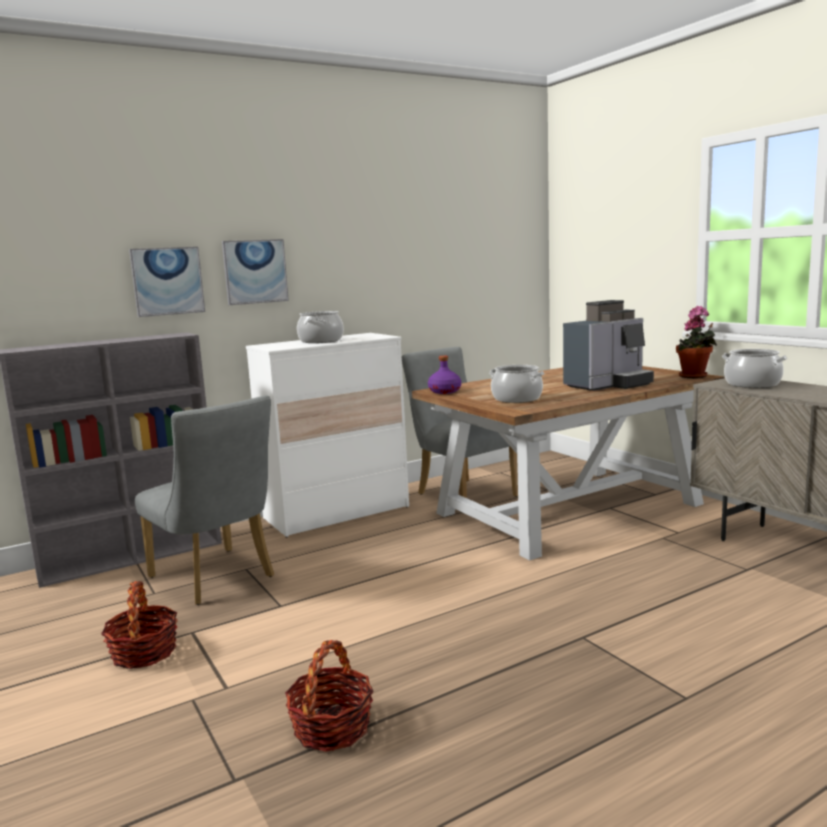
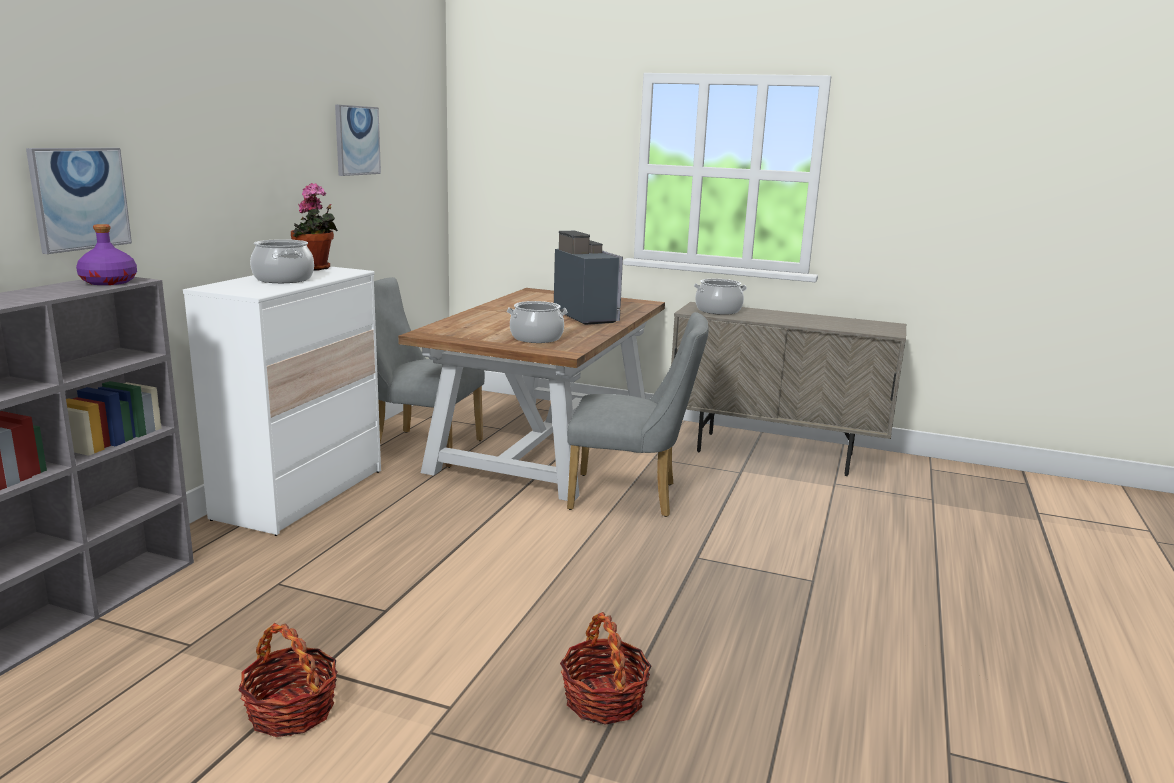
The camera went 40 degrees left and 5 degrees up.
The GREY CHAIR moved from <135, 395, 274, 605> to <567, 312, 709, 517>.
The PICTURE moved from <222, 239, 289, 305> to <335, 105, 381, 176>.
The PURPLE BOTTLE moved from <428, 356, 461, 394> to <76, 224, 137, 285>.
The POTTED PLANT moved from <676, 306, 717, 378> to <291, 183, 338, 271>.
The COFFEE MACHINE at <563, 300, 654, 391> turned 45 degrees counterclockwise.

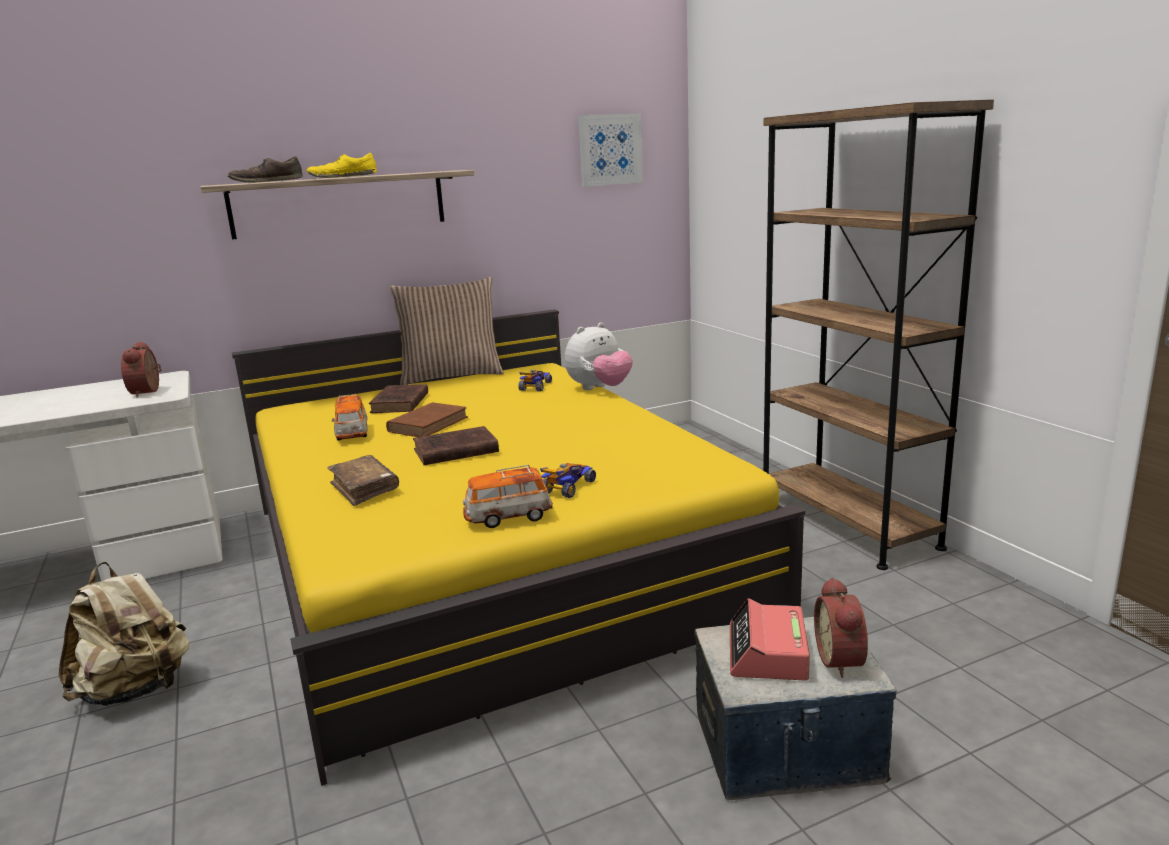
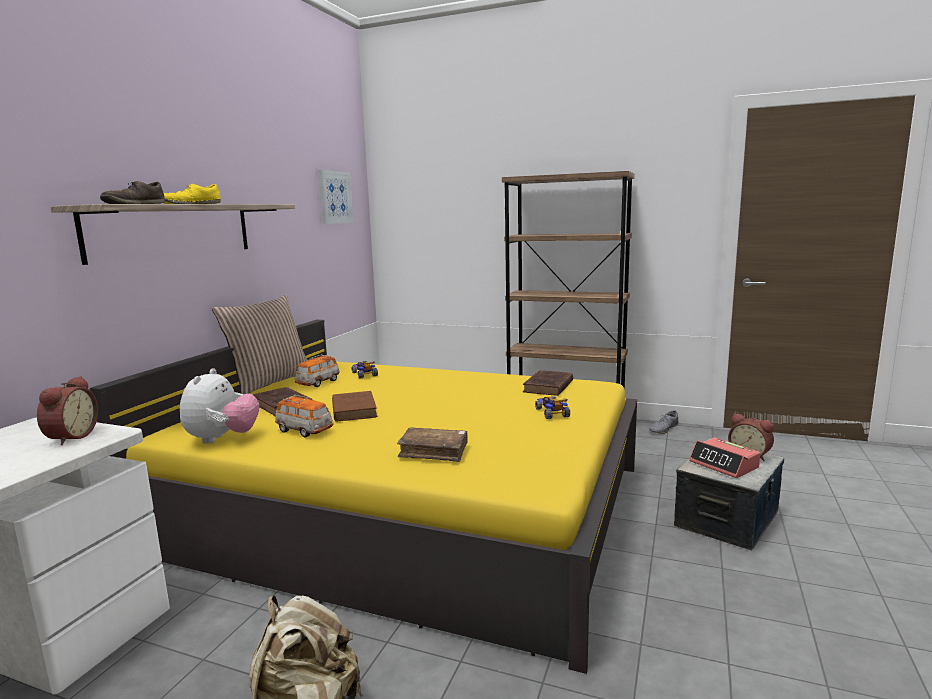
The camera went 45 degrees left and 5 degrees down.
The GREY SHOE at <649, 410, 678, 434> appeared.
The BROWN BOOK moved from <413, 426, 499, 465> to <523, 370, 573, 396>.
The TOY CAR moved from <463, 465, 553, 528> to <294, 354, 340, 387>.
The PLUSH TOY moved from <565, 322, 633, 390> to <180, 368, 259, 444>.
The ALARM CLOCK at <121, 341, 162, 398> turned 120 degrees counterclockwise.

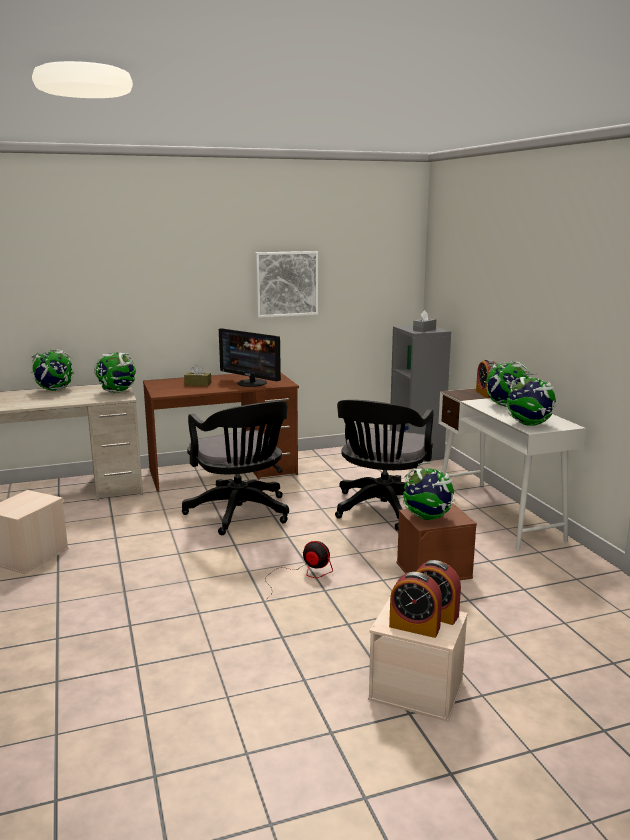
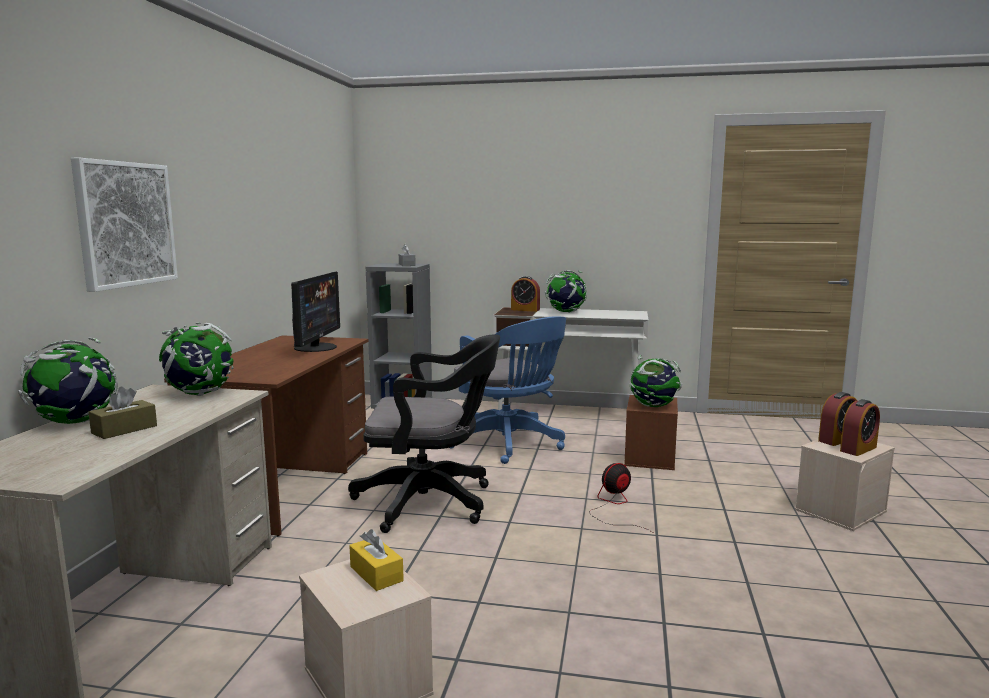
The camera went 60 degrees left and 5 degrees down.
The GLOBE at <506, 373, 556, 426> disappeared.
The YELLOW TISSUE BOX at <349, 529, 404, 591> appeared.
The BROWN TISSUE BOX moved from <184, 364, 211, 386> to <88, 387, 157, 439>.
The PICTURE moved from <256, 251, 318, 318> to <71, 158, 178, 292>.
The BLACK OFFICE CHAIR at <335, 400, 433, 531> became the BLUE OFFICE CHAIR at <450, 316, 566, 464>.
The MONITOR at <219, 328, 281, 387> turned 60 degrees counterclockwise.

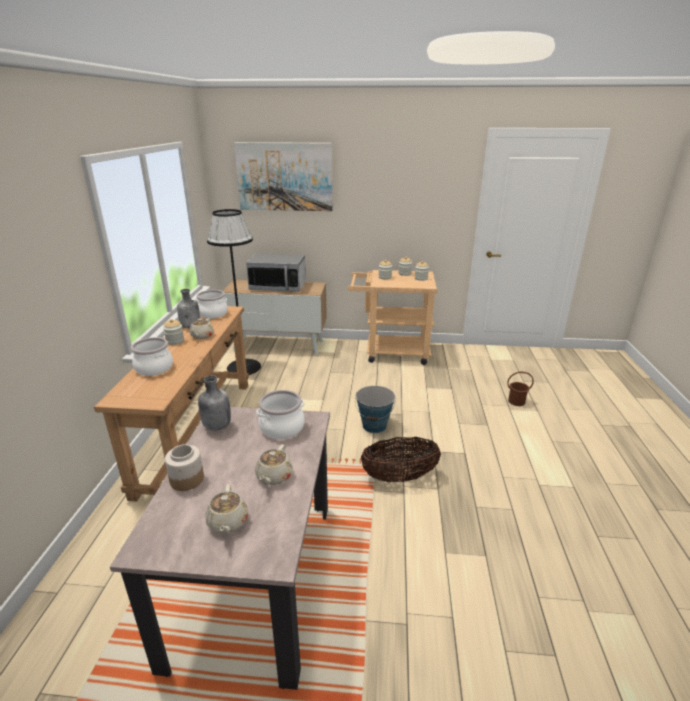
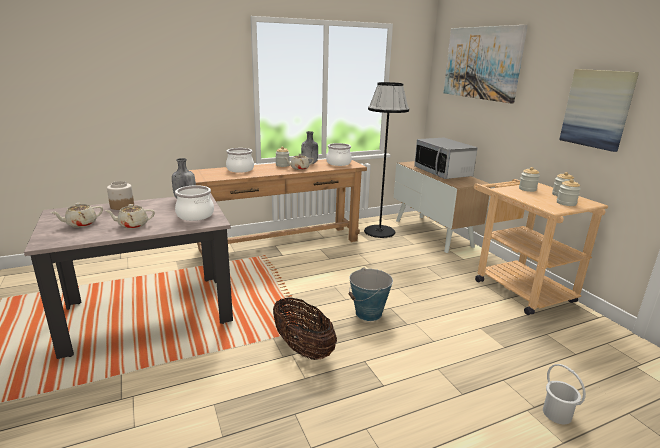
The camera went 60 degrees right and 5 degrees down.
The PICTURE at <559, 69, 639, 152> appeared.
The BROWN BUCKET at <507, 372, 534, 406> became the WHITE BUCKET at <543, 364, 586, 424>.

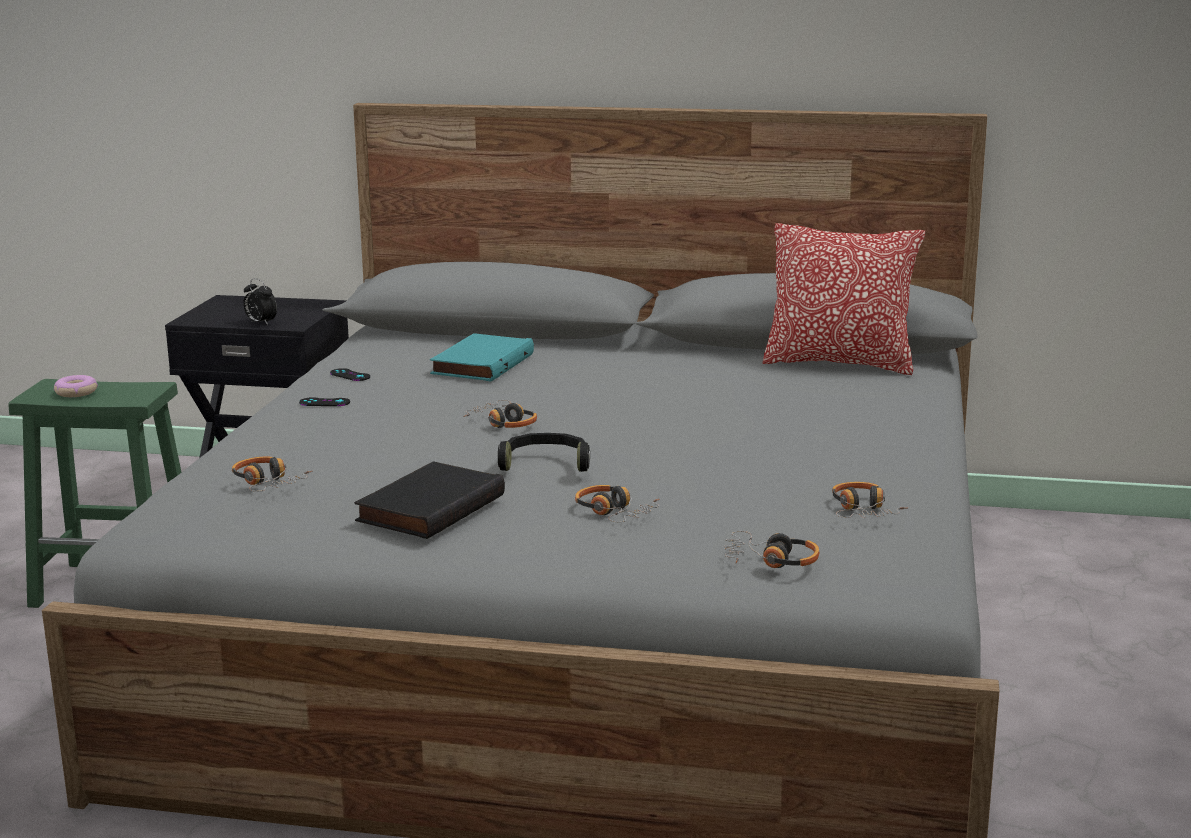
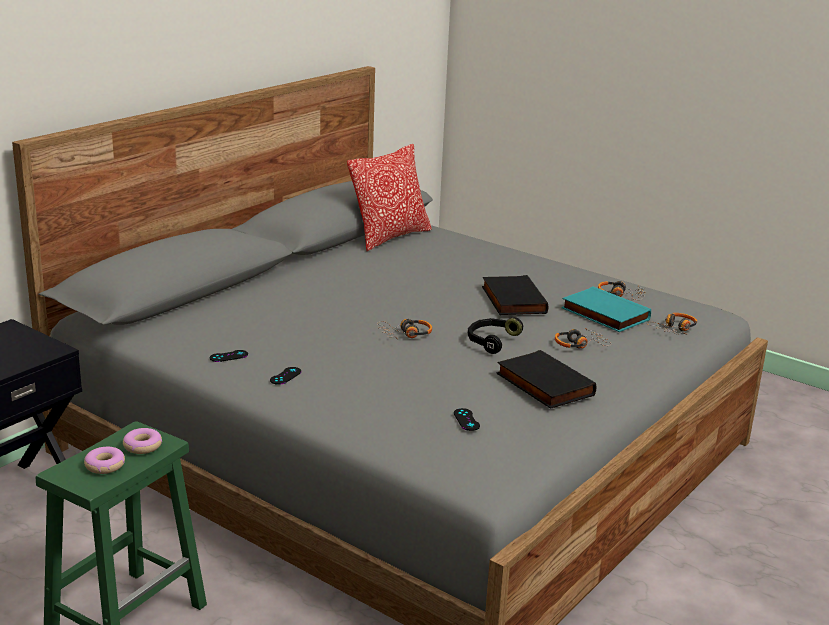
The camera went 65 degrees left and 5 degrees up.
The ALARM CLOCK at <243, 278, 277, 325> disappeared.
The DONUT at <123, 428, 162, 454> appeared.
The BLACK BOOK at <482, 275, 549, 315> appeared.
The TURQUOISE BOOK moved from <430, 333, 534, 381> to <561, 287, 651, 332>.
The HEADPHONES at <232, 457, 313, 492> was replaced by the BLACK GAME CONTROLLER at <454, 408, 480, 431>.

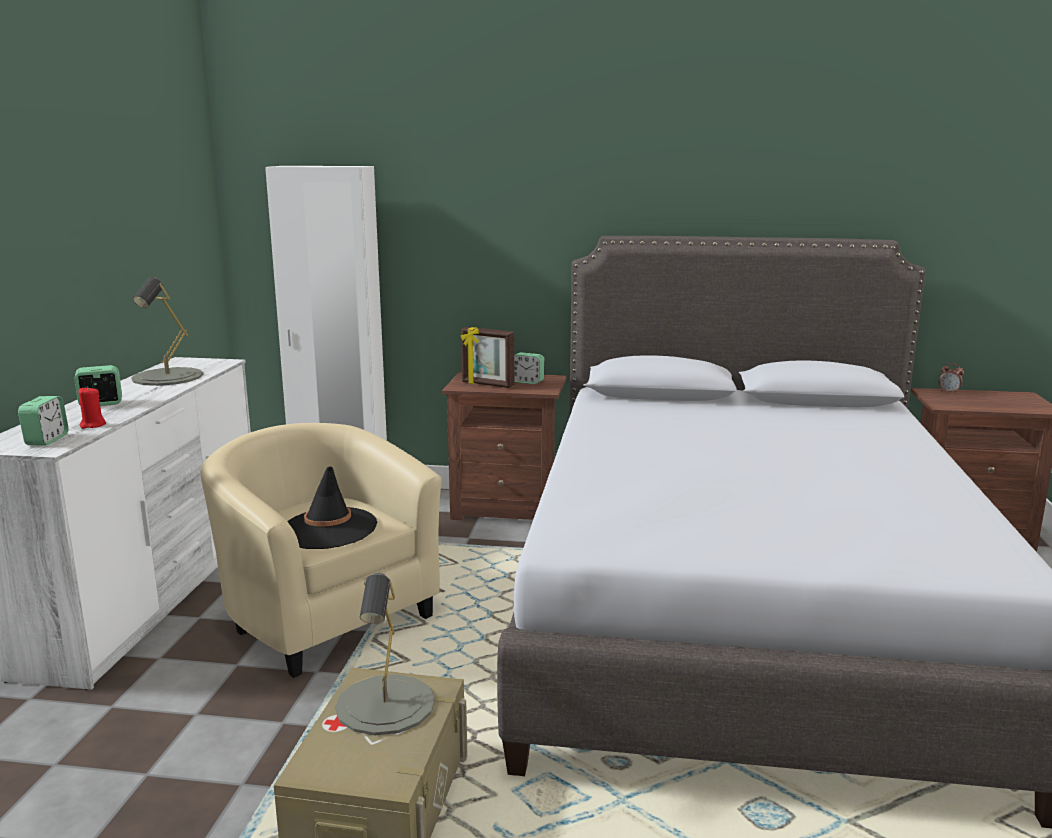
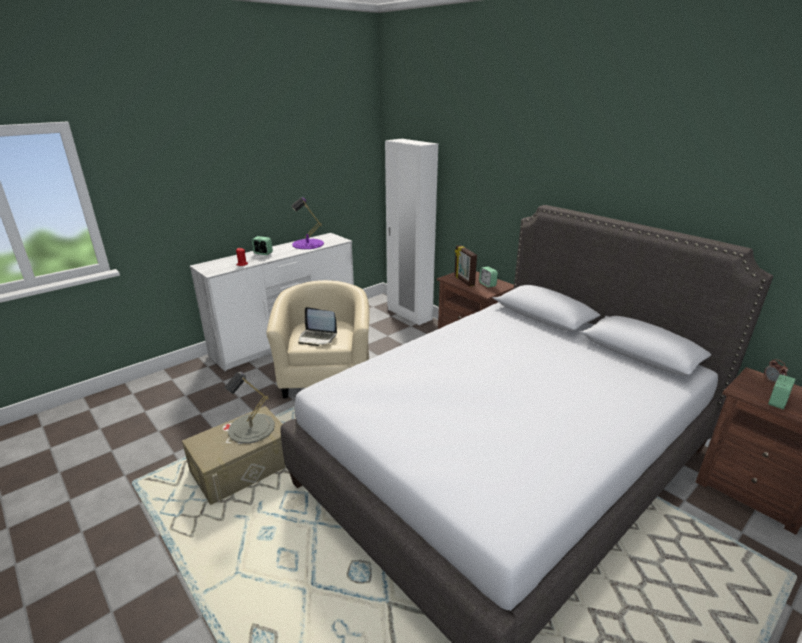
The camera went 40 degrees right and 10 degrees up.
The ALARM CLOCK moved from <18, 396, 68, 446> to <768, 374, 795, 410>.
The BLACK HAT at <287, 466, 377, 549> was replaced by the LAPTOP at <298, 307, 337, 346>.
The GREY TABLE LAMP at <131, 277, 203, 386> became the PURPLE TABLE LAMP at <291, 197, 324, 249>.

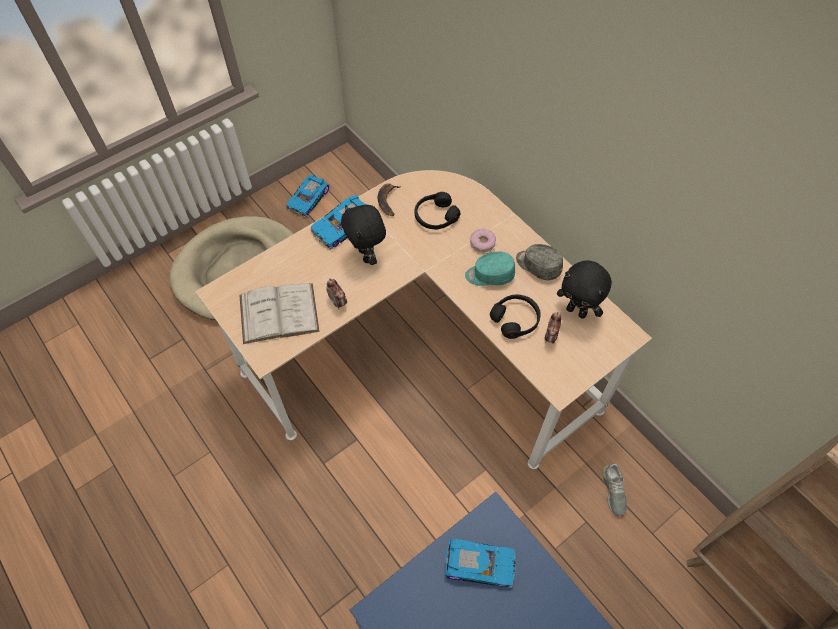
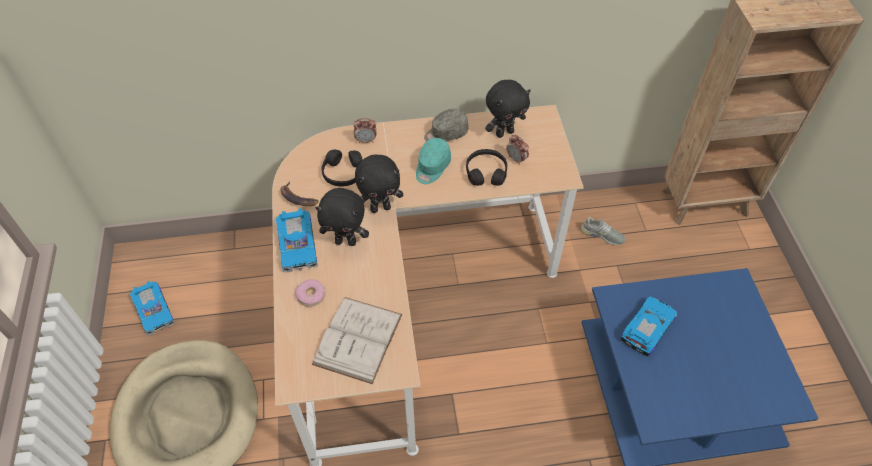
The camera went 60 degrees left and 5 degrees down.
The BLACK PLUSH TOY at <355, 155, 403, 213> appeared.
The ALARM CLOCK moved from <326, 279, 347, 309> to <353, 118, 377, 143>.
The DONUT moved from <470, 229, 496, 253> to <295, 279, 326, 307>.

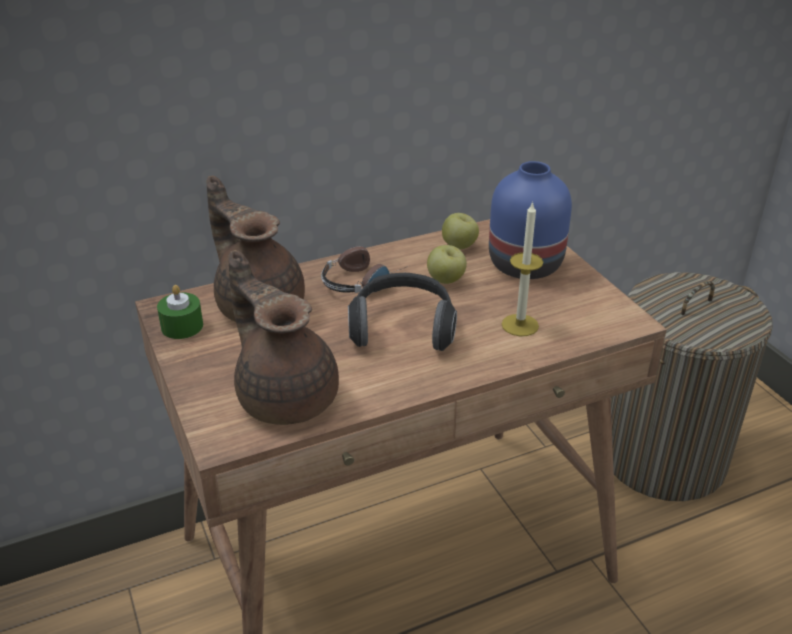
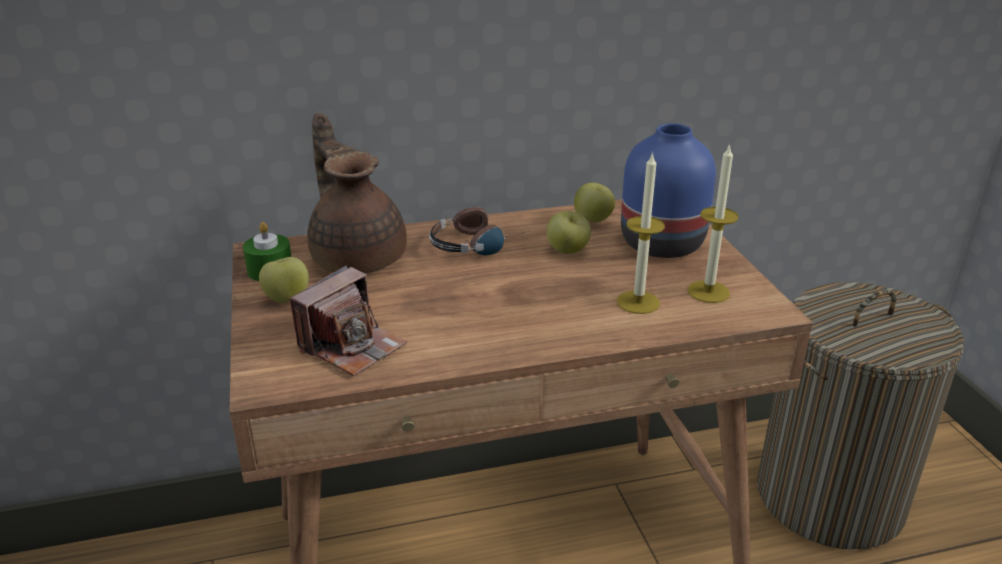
The camera went 10 degrees right and 5 degrees down.
The HEADPHONES at <348, 273, 457, 351> disappeared.
The APPLE at <259, 257, 309, 303> appeared.
The CANDLE at <688, 144, 739, 303> appeared.
The BROWN TEAPOT at <228, 250, 339, 425> was replaced by the PHOTO CAMERA at <290, 266, 407, 376>.

